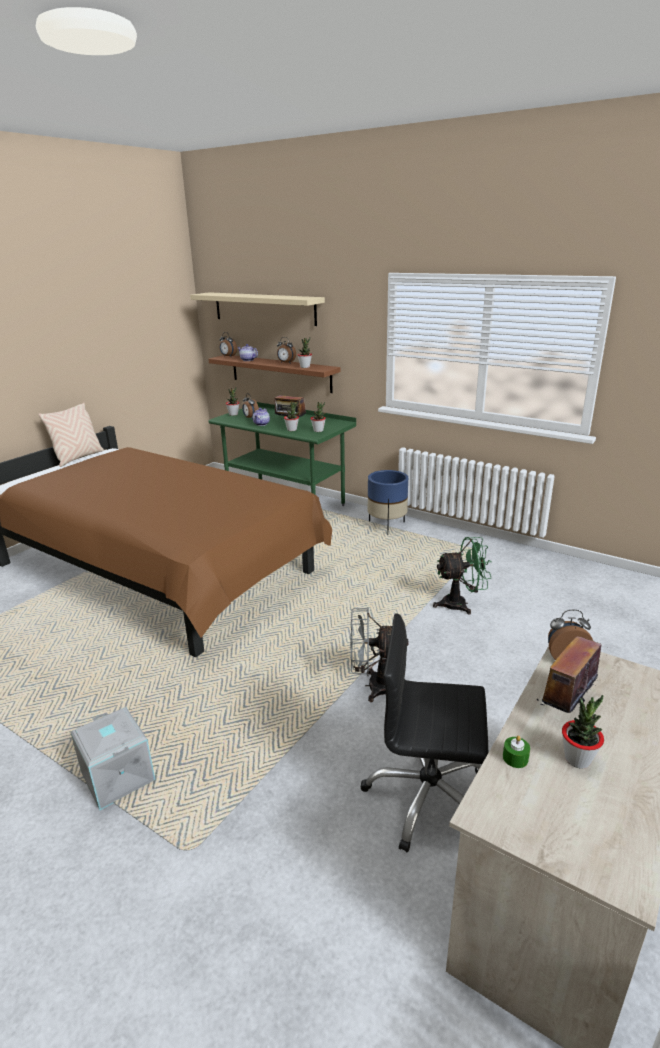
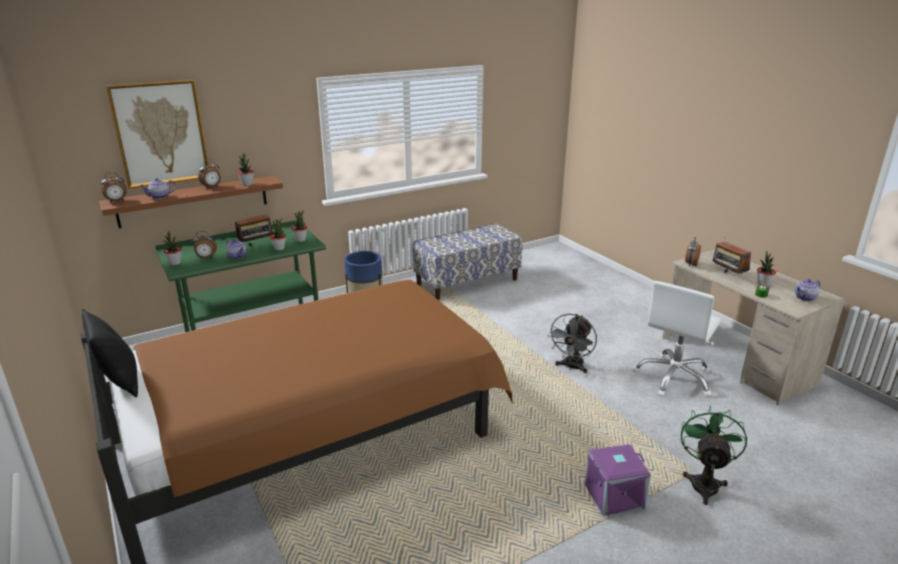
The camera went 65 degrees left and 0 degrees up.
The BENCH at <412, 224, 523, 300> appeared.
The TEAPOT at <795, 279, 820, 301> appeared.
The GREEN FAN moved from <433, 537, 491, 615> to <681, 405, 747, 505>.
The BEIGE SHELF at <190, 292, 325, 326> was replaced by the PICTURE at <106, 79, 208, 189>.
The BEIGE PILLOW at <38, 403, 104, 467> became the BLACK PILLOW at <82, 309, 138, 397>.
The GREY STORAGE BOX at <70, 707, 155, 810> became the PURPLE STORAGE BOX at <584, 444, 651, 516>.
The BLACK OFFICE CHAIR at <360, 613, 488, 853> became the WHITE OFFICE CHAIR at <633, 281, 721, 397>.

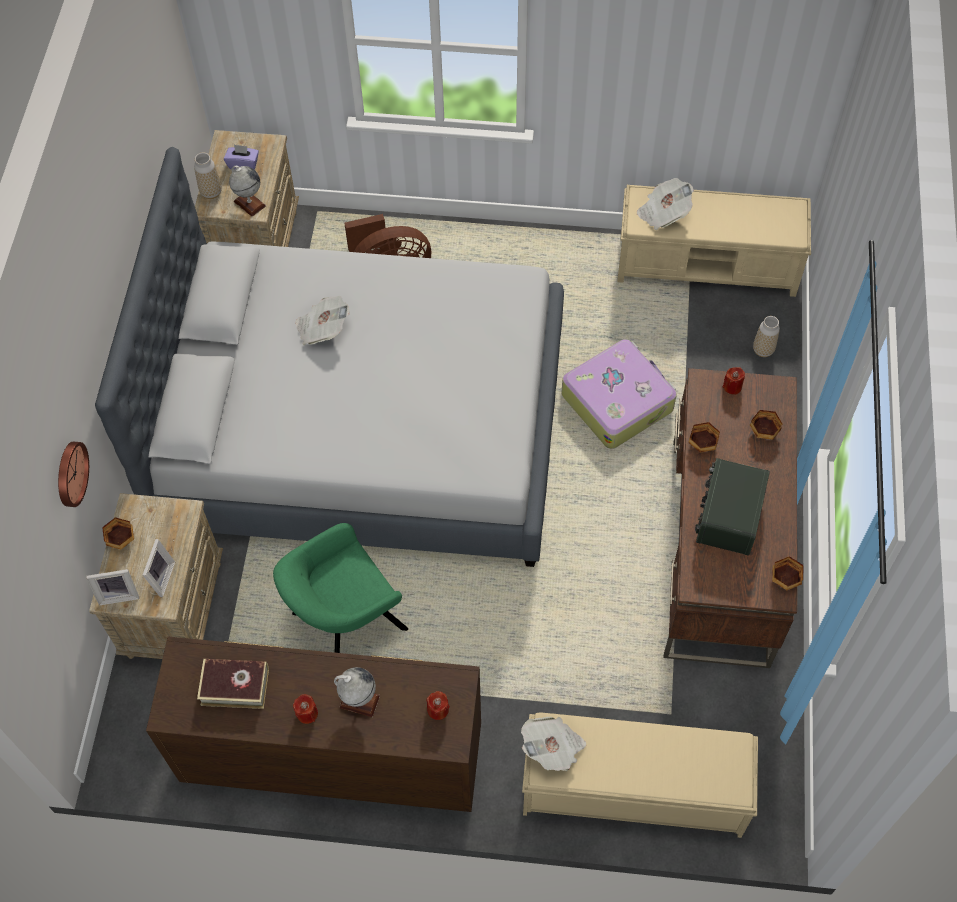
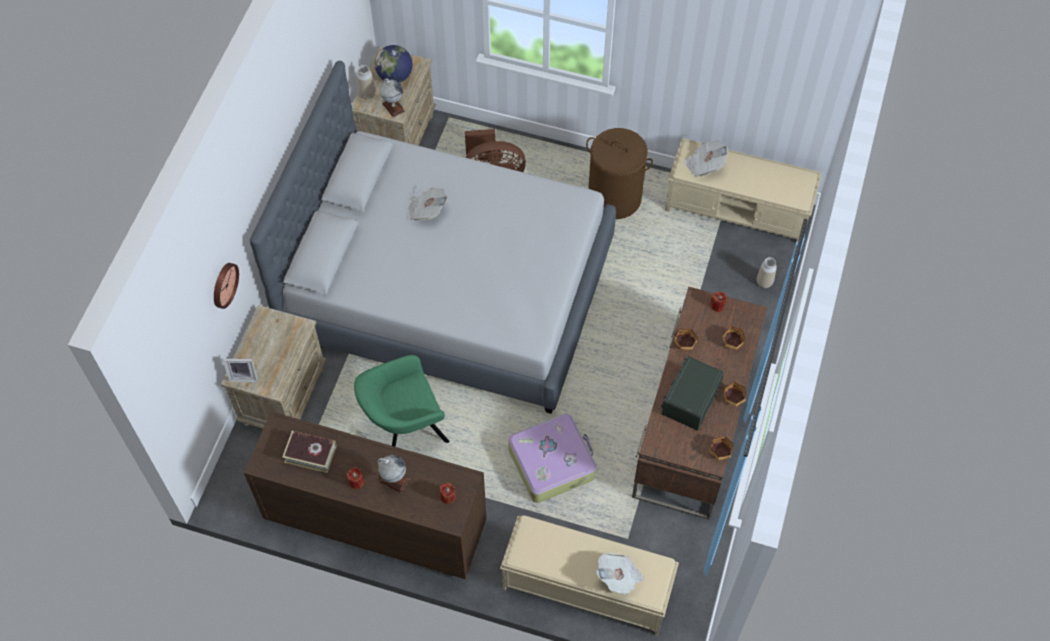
The camera went 10 degrees right and 0 degrees up.
The PICTURE FRAME at <143, 539, 175, 597> disappeared.
The BROWN LAUNDRY BASKET at <586, 128, 653, 219> appeared.
The BOWL moved from <102, 517, 134, 549> to <723, 382, 746, 407>.
The NEWSPAPER moved from <521, 717, 586, 771> to <596, 553, 644, 595>.
The SUITCASE moved from <562, 339, 677, 449> to <508, 414, 597, 503>.
The PURPLE TISSUE BOX at <224, 144, 259, 170> was replaced by the GLOBE at <375, 45, 413, 83>.

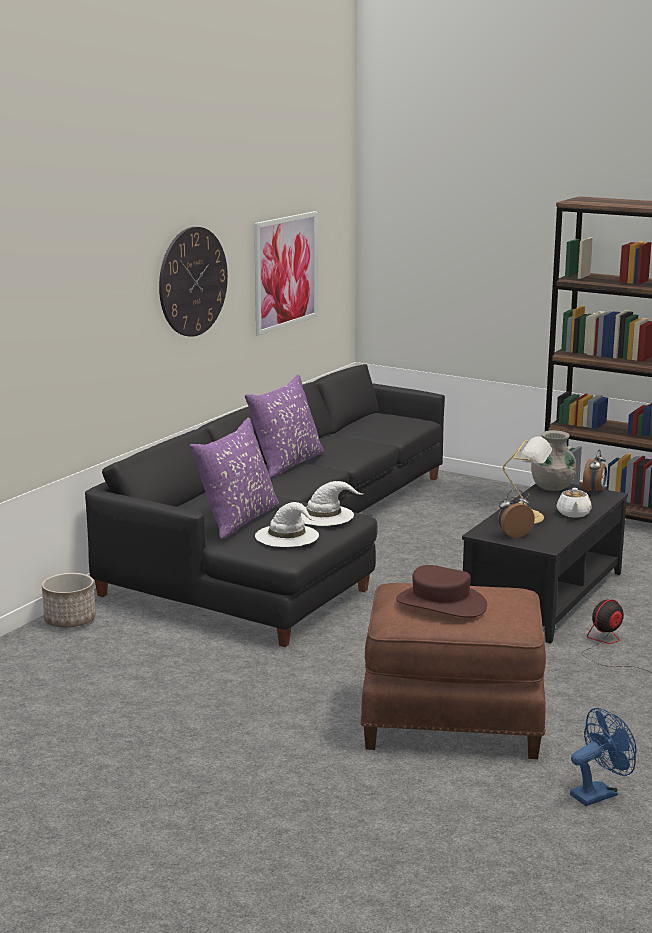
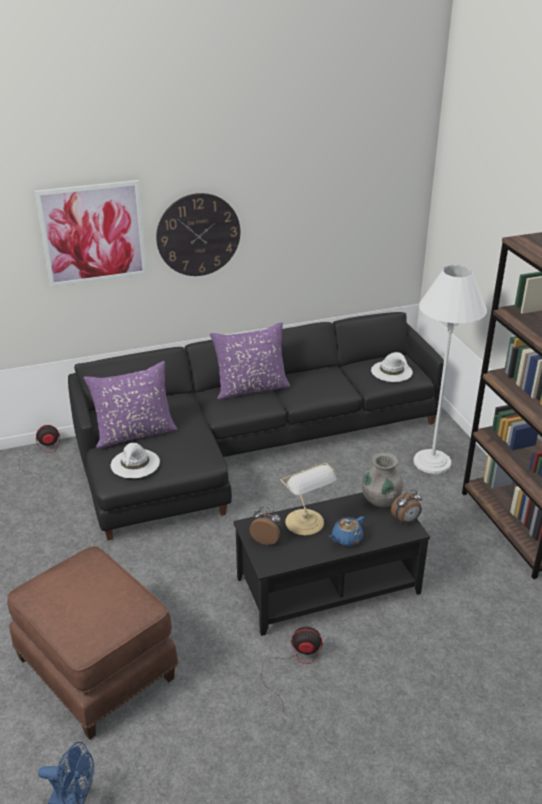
The camera went 40 degrees right and 15 degrees up.
The BROWN HAT at <396, 565, 487, 618> disappeared.
The WHITE FLOOR LAMP at <413, 265, 487, 474> appeared.
The PICTURE moved from <254, 211, 317, 336> to <35, 180, 147, 288>.
The WHITE HAT moved from <301, 481, 363, 526> to <371, 352, 413, 382>.
The PLANTER at <42, 573, 96, 628> was replaced by the FAN at <19, 425, 60, 481>.
The WHITE TEAPOT at <557, 488, 592, 518> became the BLUE TEAPOT at <329, 516, 365, 546>.

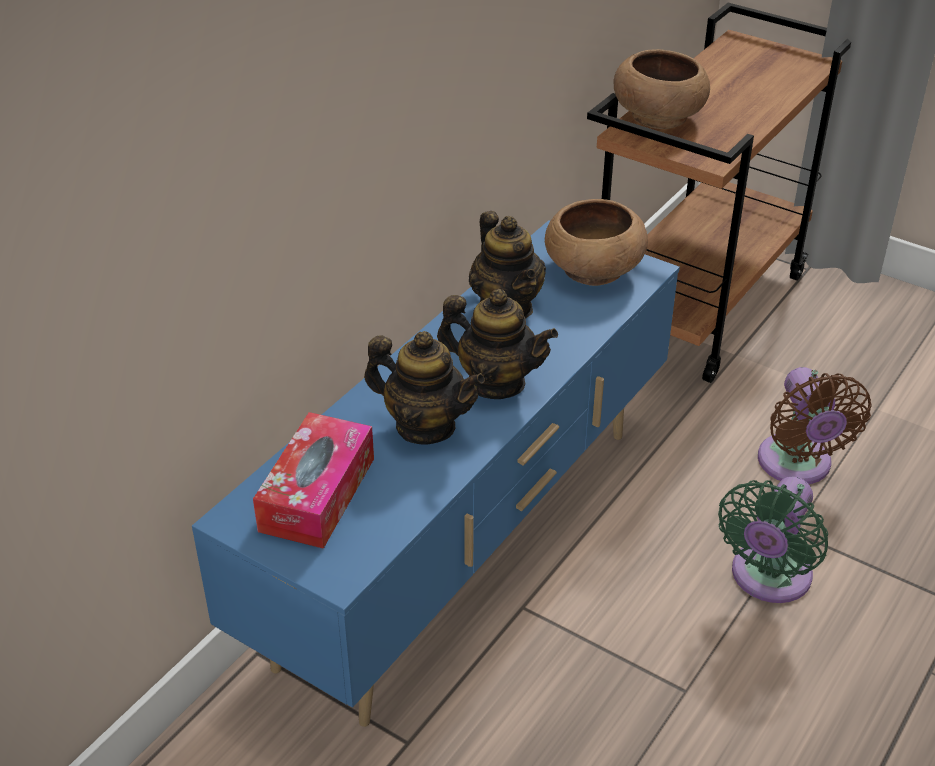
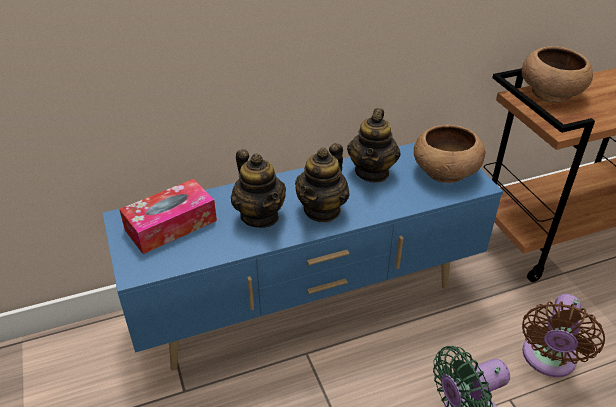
The camera went 35 degrees right and 0 degrees up.
The TEAPOT at <437, 289, 558, 399> turned 60 degrees clockwise.

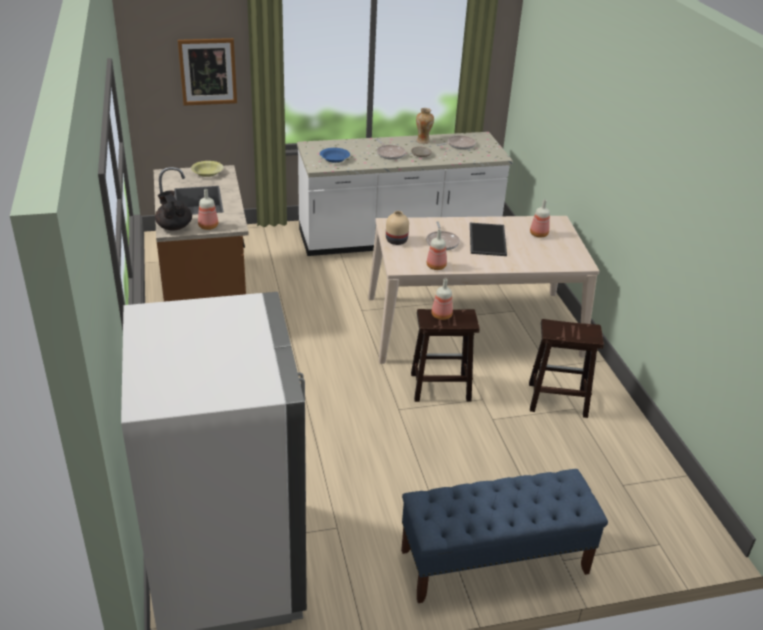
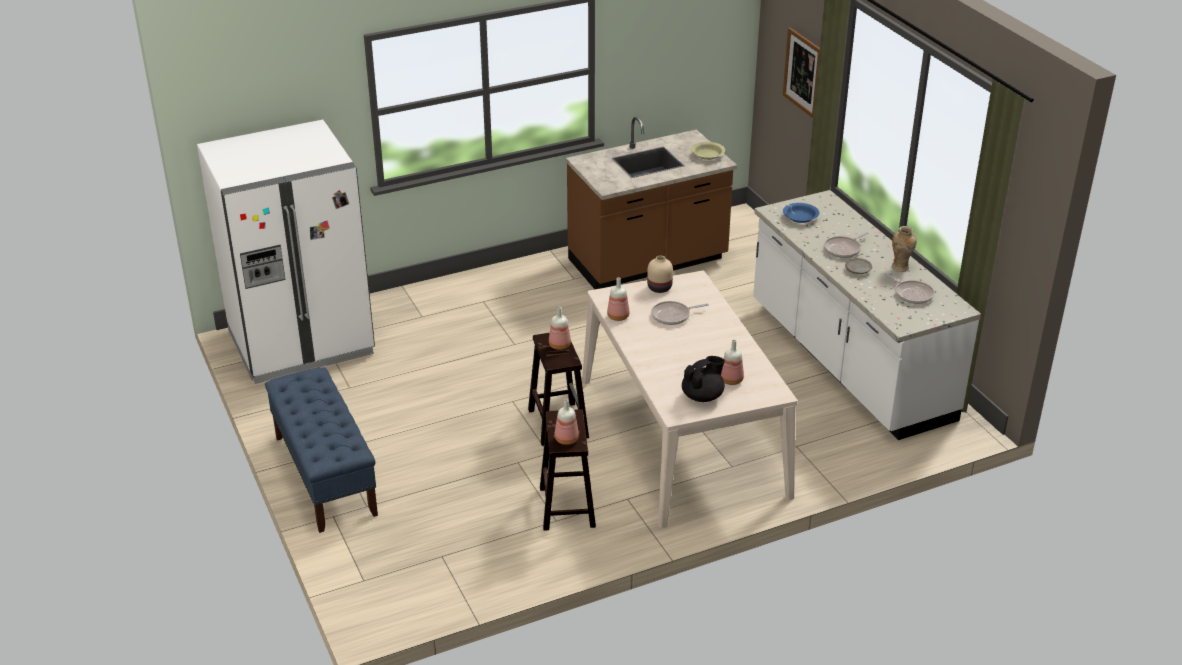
The camera went 80 degrees right and 0 degrees up.
The TRAY at <470, 223, 507, 256> disappeared.
The BLACK TEAPOT moved from <155, 191, 192, 231> to <682, 356, 725, 402>.
The BOTTLE moved from <198, 189, 218, 230> to <554, 399, 579, 445>.

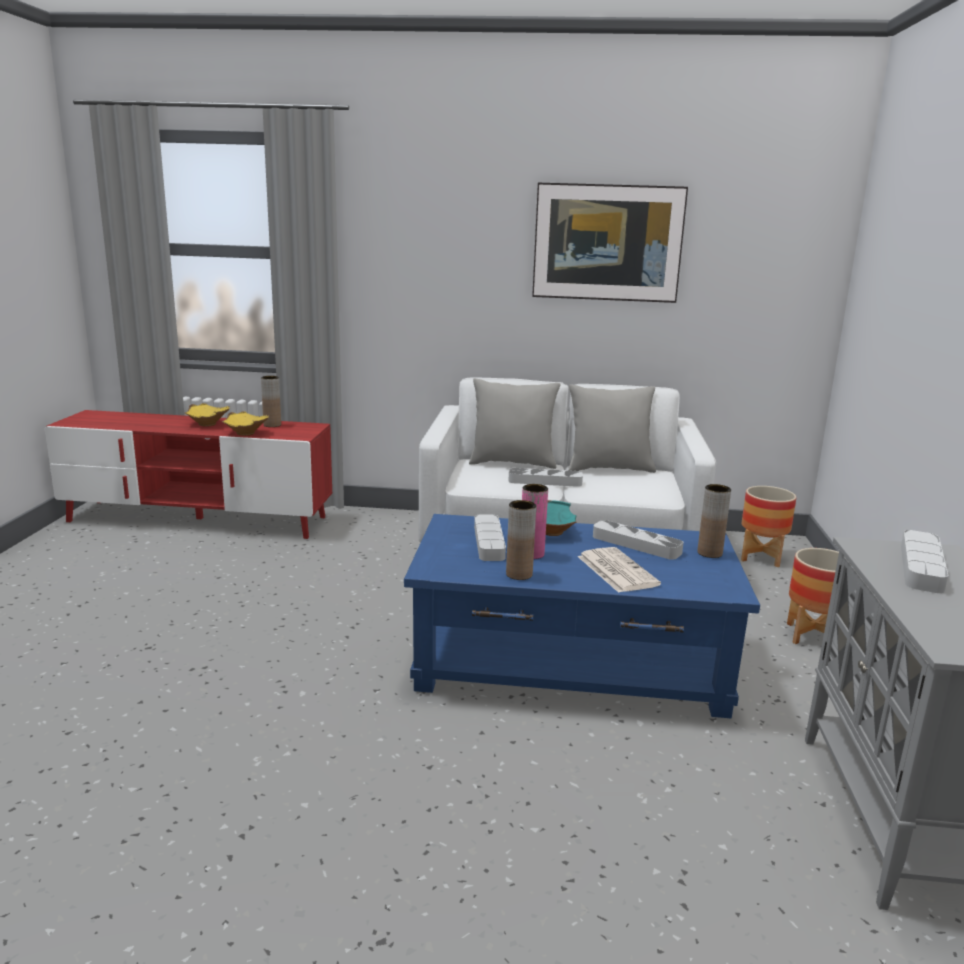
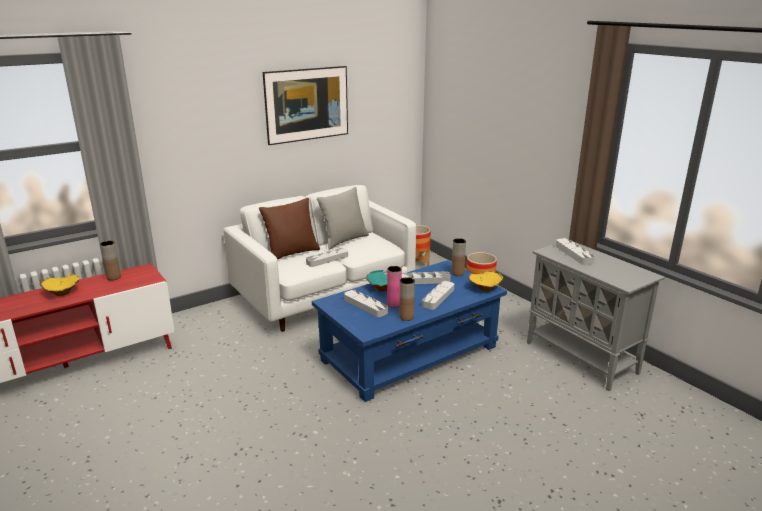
The camera went 40 degrees left and 5 degrees up.
The YELLOW BOWL moved from <222, 411, 269, 436> to <469, 271, 503, 291>.
The NEWSPAPER at <578, 547, 661, 593> was replaced by the GREY TRAY at <422, 281, 454, 310>.
The GREY PILLOW at <469, 378, 561, 469> became the BROWN PILLOW at <259, 198, 320, 260>.

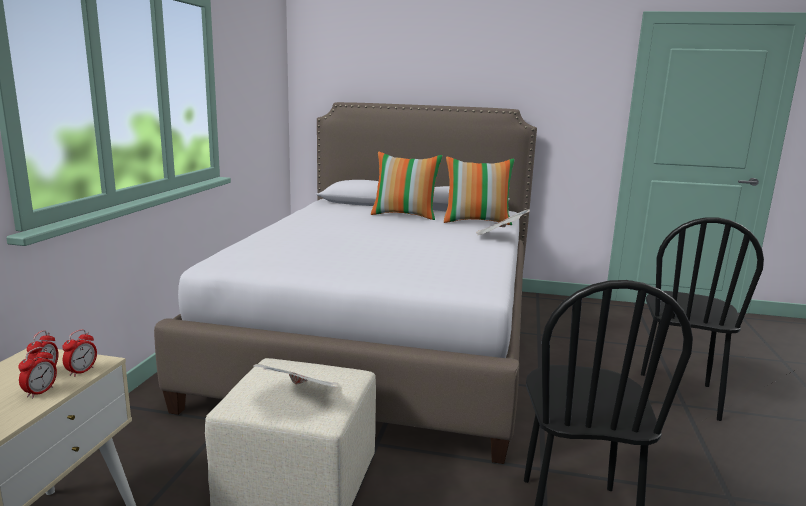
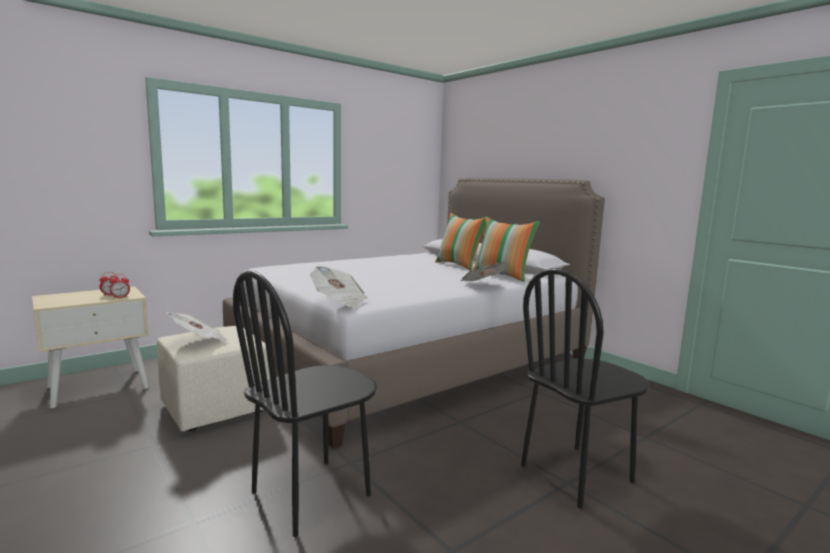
The camera went 40 degrees right and 5 degrees down.
The ALARM CLOCK at <18, 347, 57, 398> disappeared.
The NEWSPAPER at <310, 266, 368, 308> appeared.

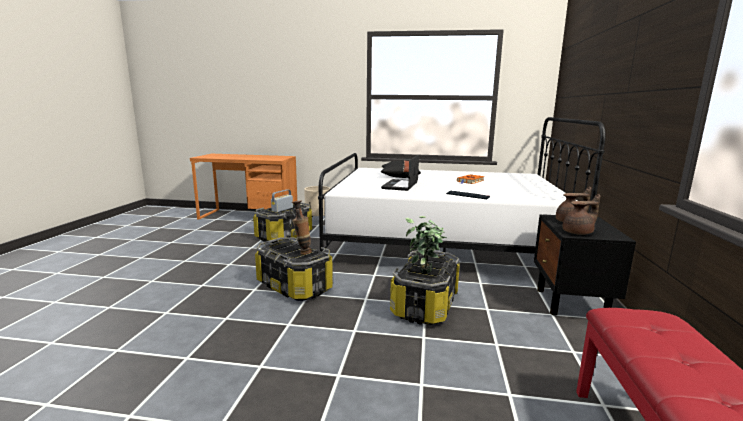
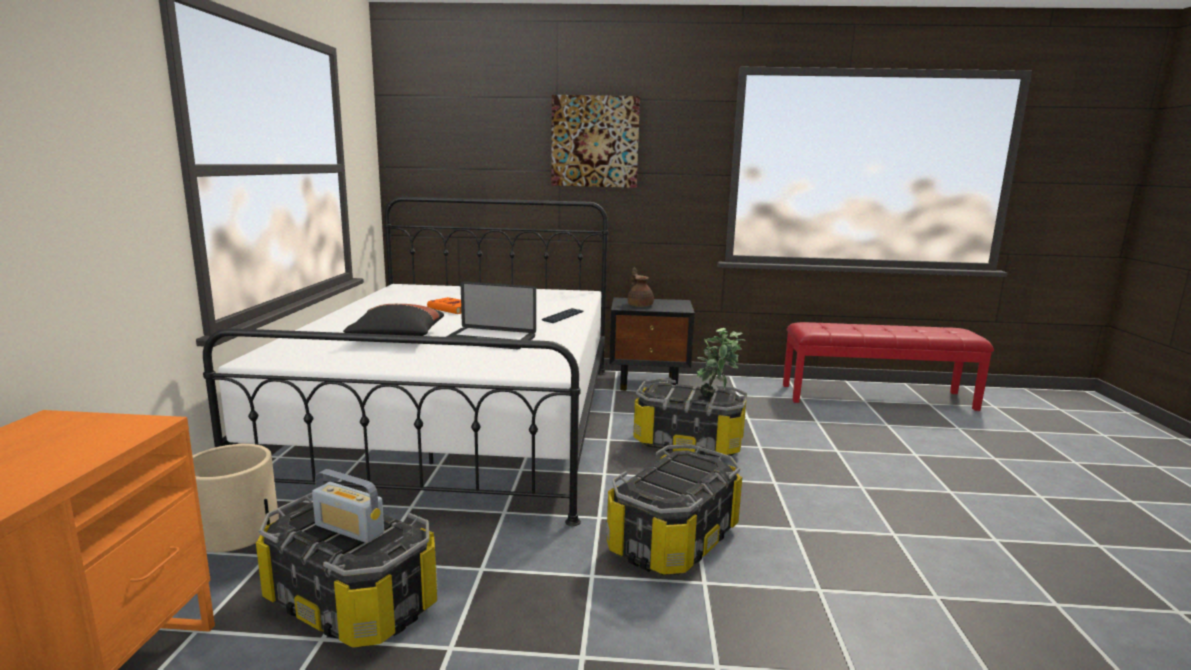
The camera went 95 degrees left and 0 degrees up.
The VASE at <292, 200, 312, 255> disappeared.
The BROWN TEAPOT at <563, 194, 600, 235> disappeared.
The PICTURE at <551, 95, 640, 188> appeared.

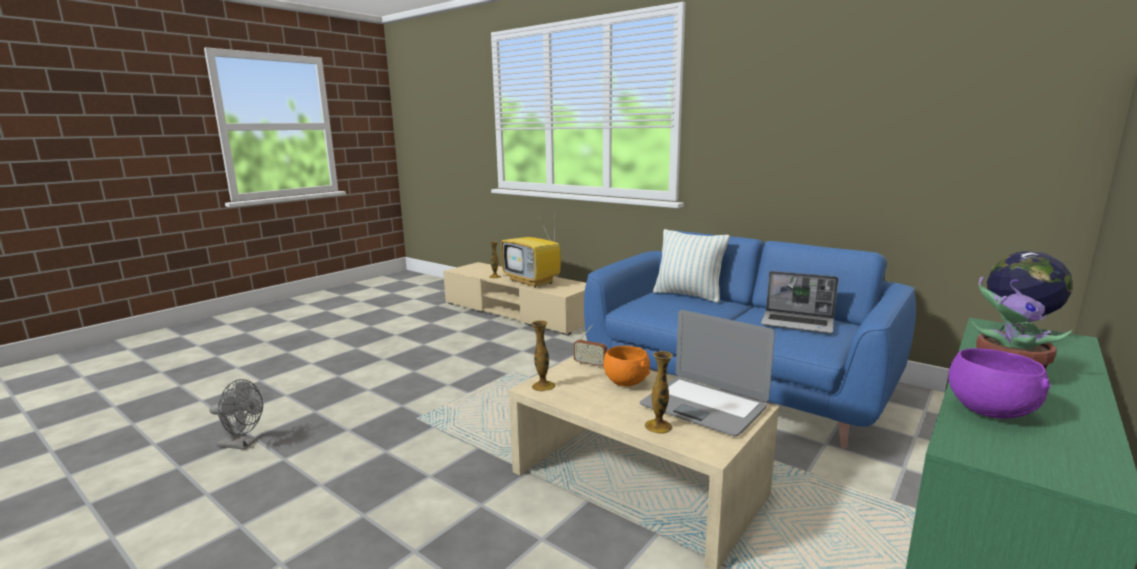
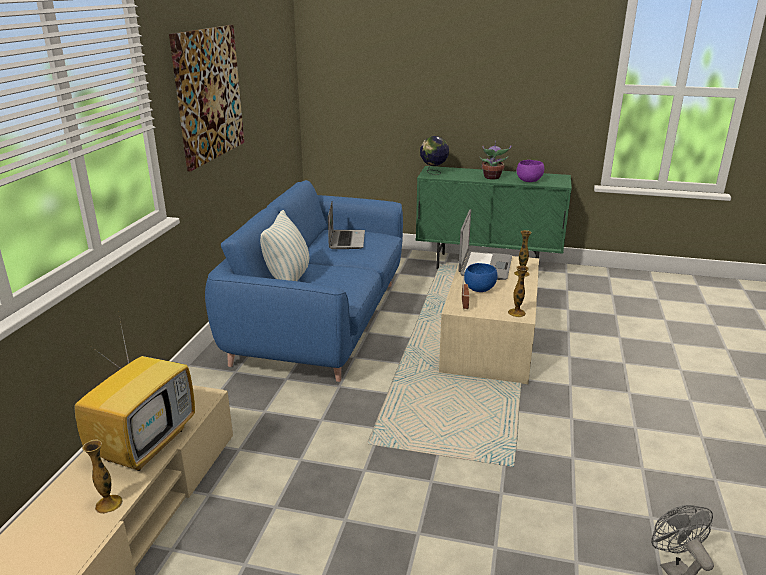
The camera went 115 degrees left and 10 degrees up.
The PICTURE at <169, 25, 244, 172> appeared.
The ORANGE BOWL at <603, 346, 650, 386> became the BLUE BOWL at <464, 263, 498, 292>.

